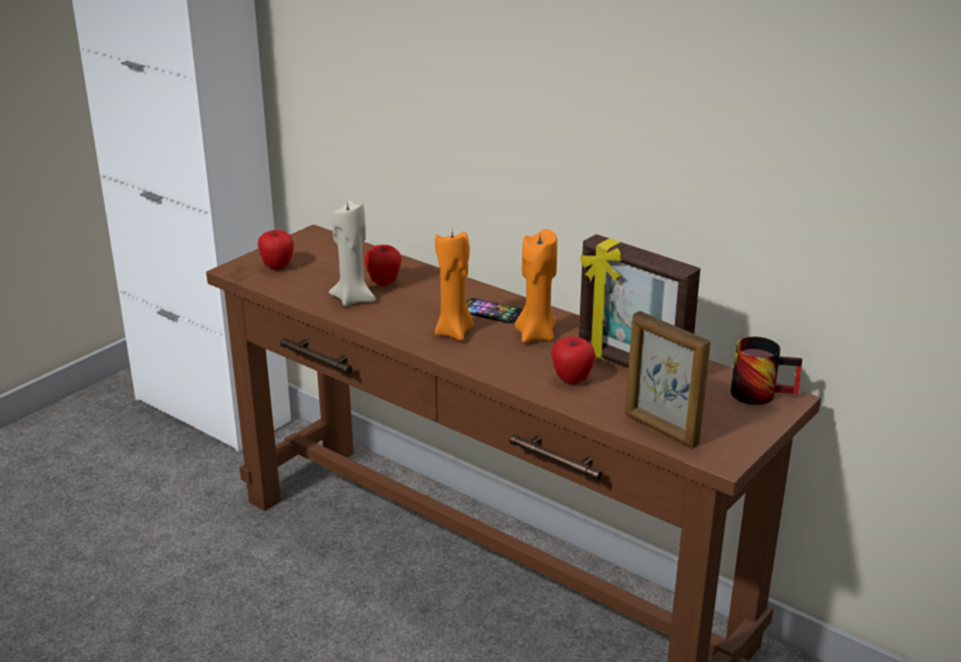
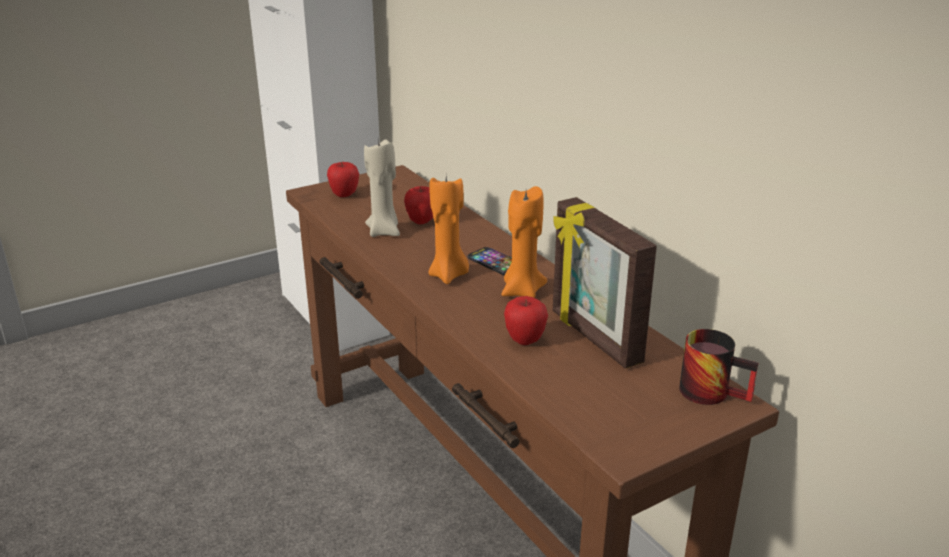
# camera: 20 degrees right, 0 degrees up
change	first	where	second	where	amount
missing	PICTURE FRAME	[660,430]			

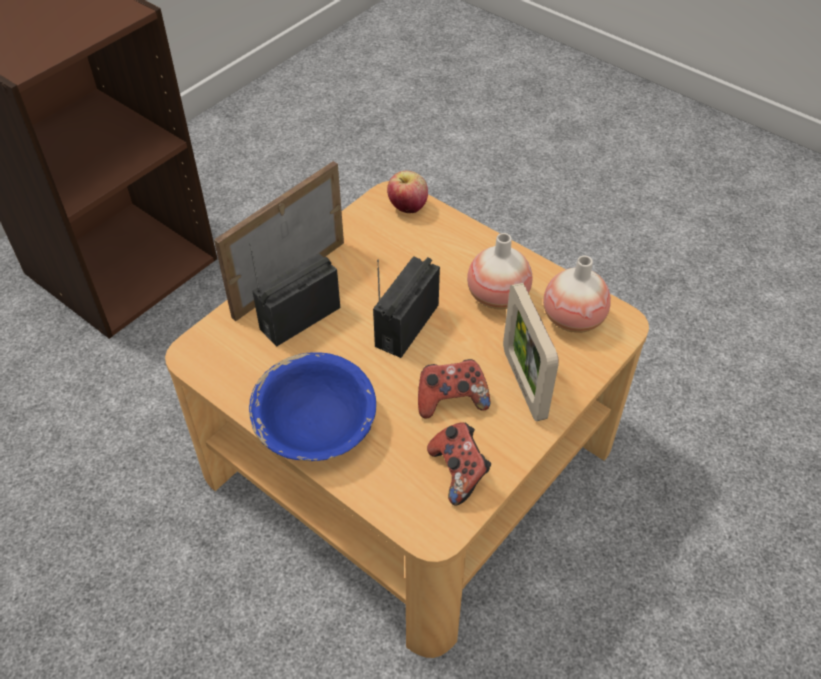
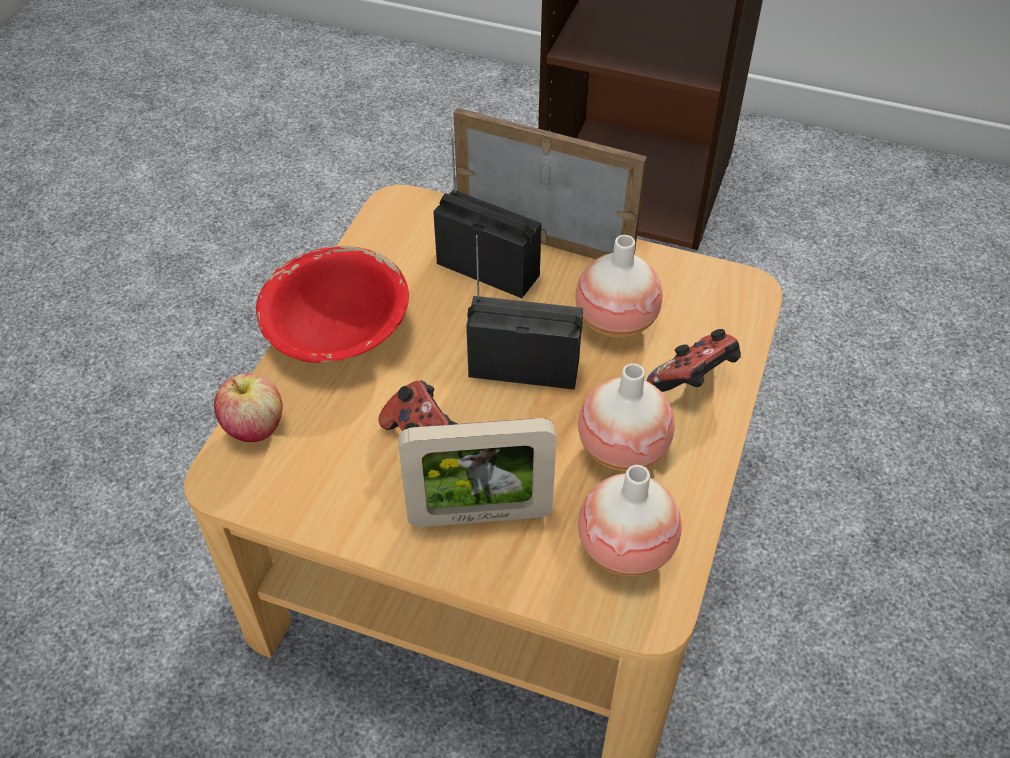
# camera: 70 degrees right, 0 degrees up
change	first	where	second	where	amount
relocated	APPLE	[407,207]		[254,428]	
colour	BLUE BOWL	[316,425]	RED BOWL	[337,331]	
spun	PICTURE FRAME	[523,384]		[479,515]	150 degrees counterclockwise
appeared			VASE	[615,321]	
relocated	GAME CONTROLLER	[459,472]		[694,381]	

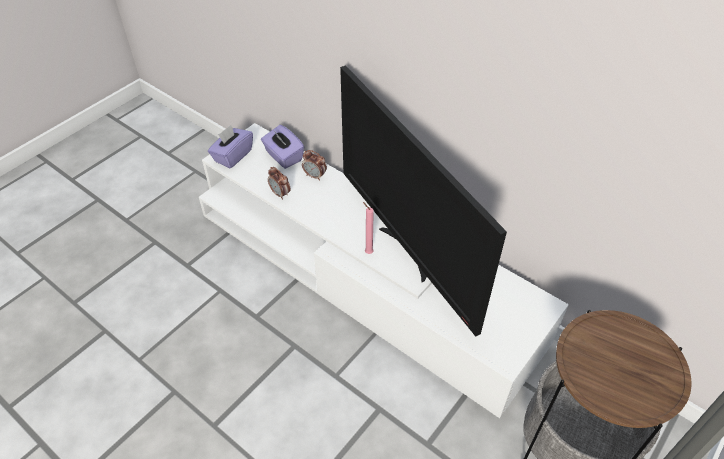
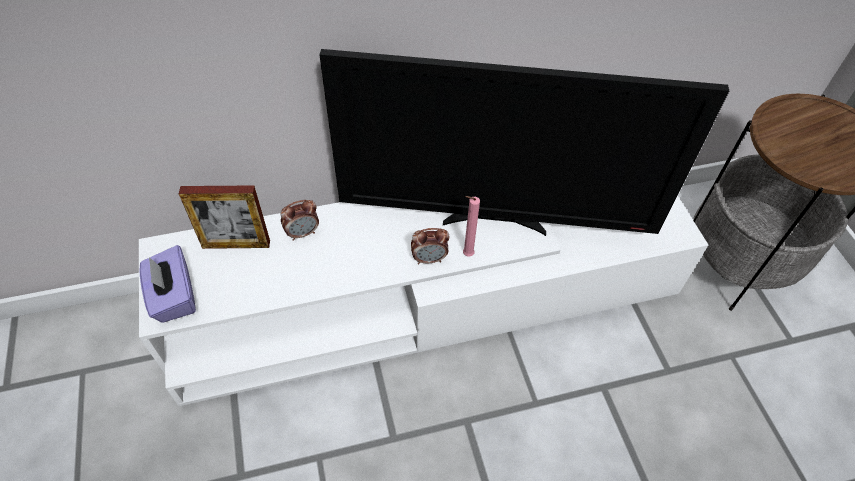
# camera: 55 degrees left, 5 degrees up
change	first	where	second	where	amount
exchanged	PURPLE TISSUE BOX	[283,156]	PICTURE FRAME	[236,244]	
relocated	ALARM CLOCK	[280,194]		[429,259]	

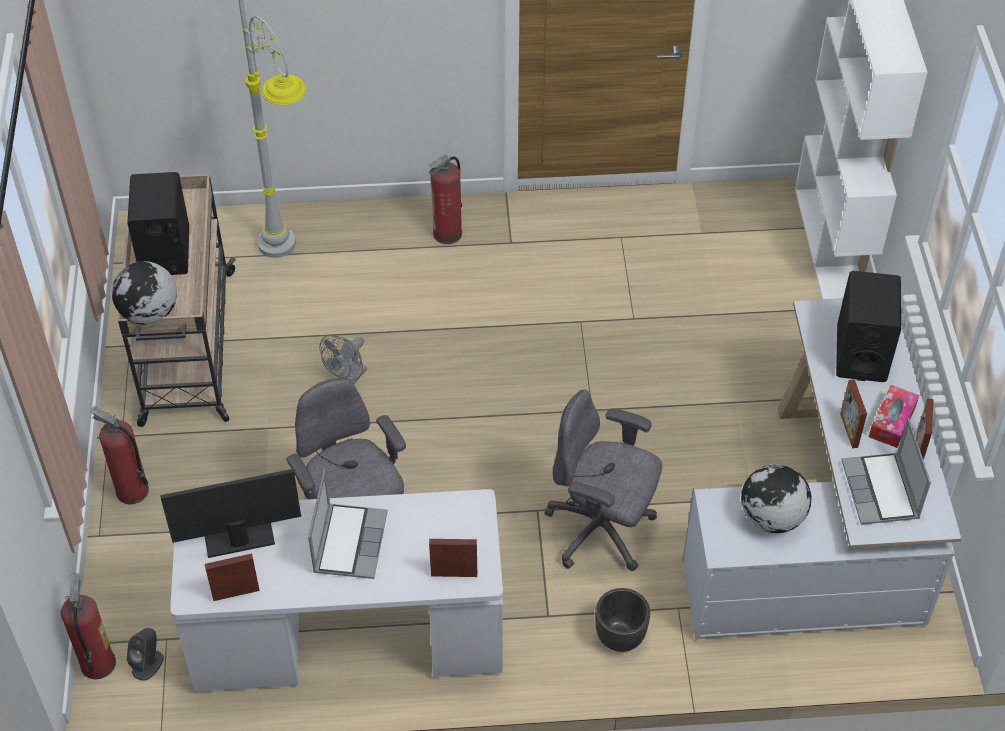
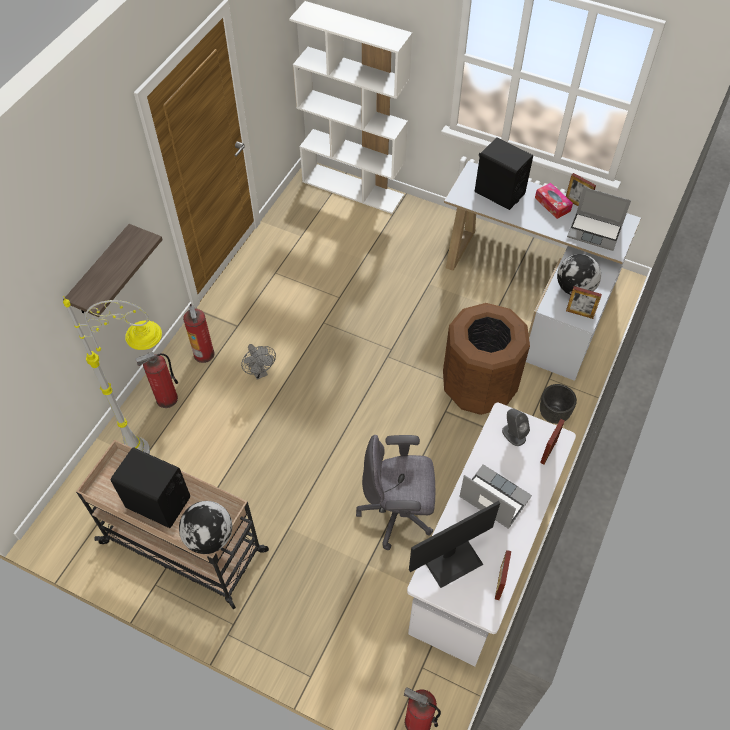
# camera: 60 degrees left, 5 degrees up
change	first	where	second	where	amount
appeared			SHELF	[101,272]	
relocated	FIRE EXTINGUISHER	[131,491]		[167,399]	
relocated	GREY FAN	[348,380]		[260,372]	
spun	MONITOR	[238,536]		[453,561]	135 degrees counterclockwise
exchanged	GREY OFFICE CHAIR	[601,530]	BROWN TRASH CAN	[478,387]	
relocated	GREY SPEAKER	[148,664]		[513,434]	
relocated	PICTURE FRAME	[849,430]		[579,313]	

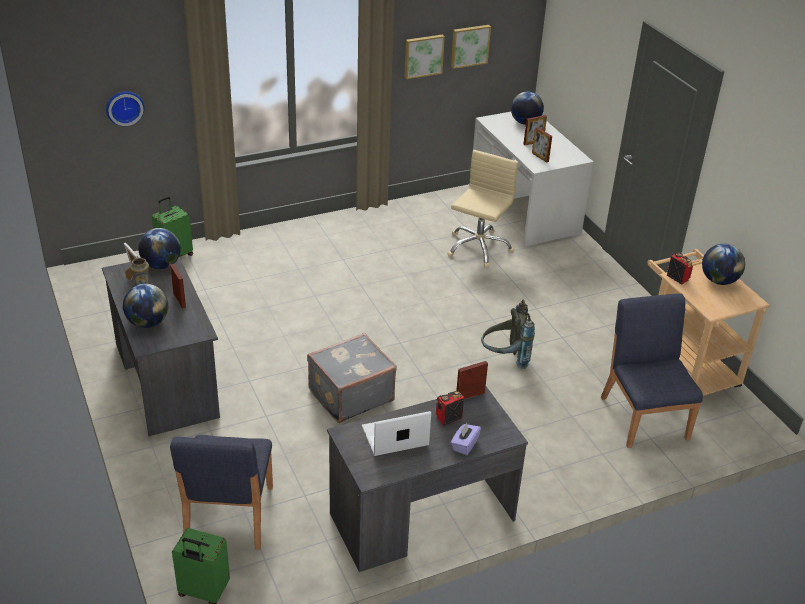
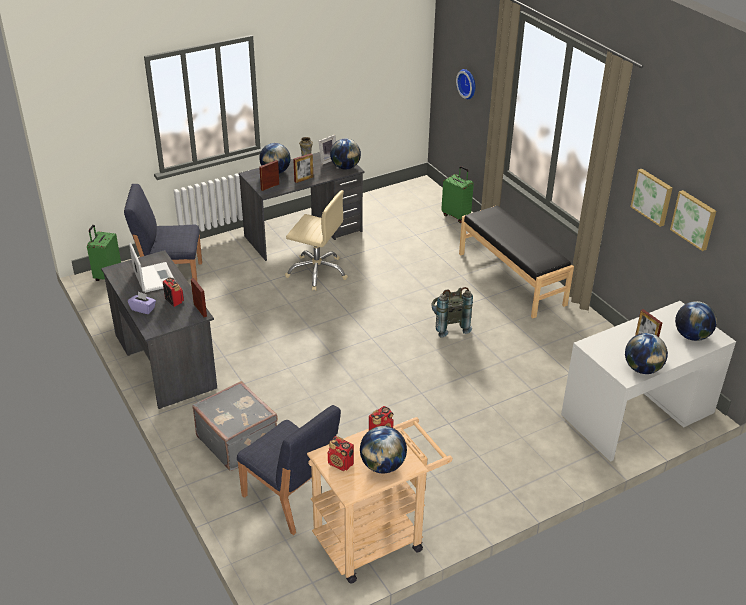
# camera: 85 degrees right, 0 degrees up
change	first	where	second	where	amount
relocated	GREY SUITCASE	[350,395]		[238,441]	
spun	BLUE CHAIR	[644,417]		[291,497]	60 degrees clockwise
relocated	PICTURE FRAME	[540,157]		[270,187]	
relocated	BEIGE OFFICE CHAIR	[478,248]		[317,272]	
appeared			RADIO	[341,464]	
relocated	GREY BACKPACK	[504,359]		[448,326]	
appeared			BLACK BENCH	[512,278]	
appeared			GLOBE	[642,369]	

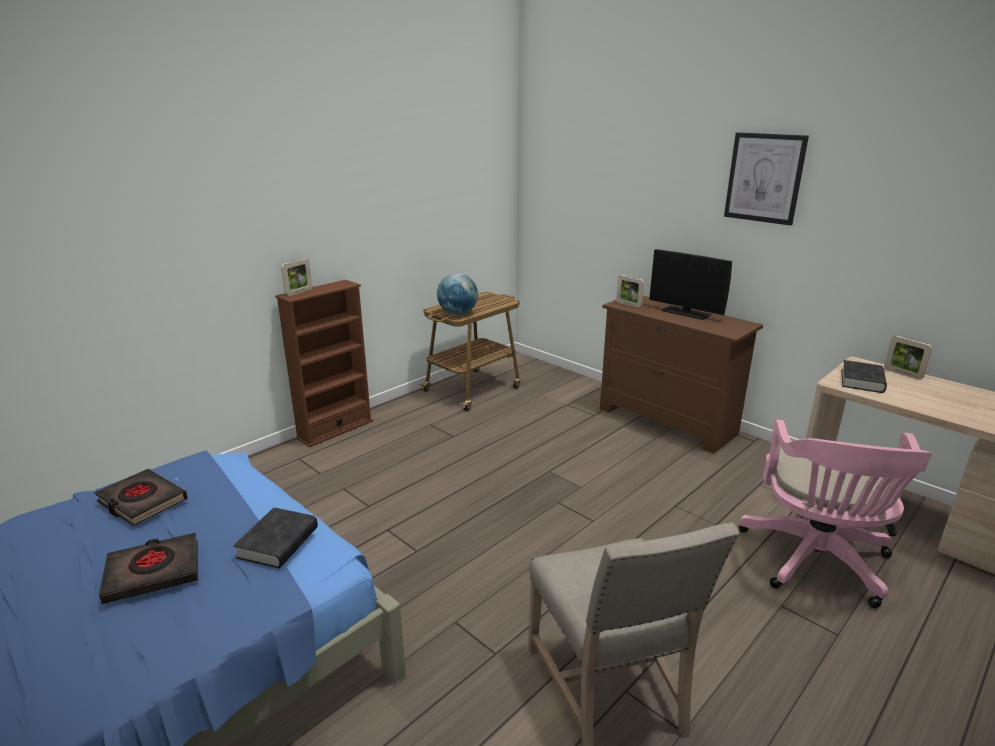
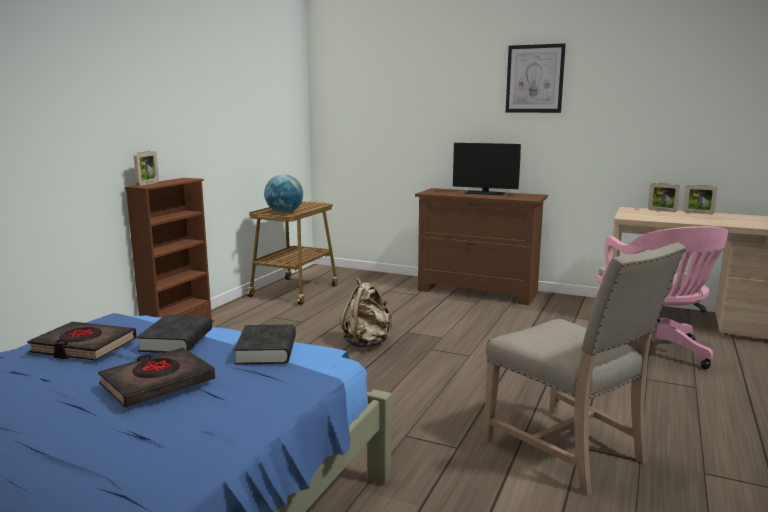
# camera: 20 degrees left, 10 degrees down
change	first	where	second	where	amount
relocated	BLACK BOOK	[862,381]		[177,340]	
appeared			BEIGE BACKPACK	[367,343]	
relocated	PICTURE FRAME	[628,305]		[698,213]	

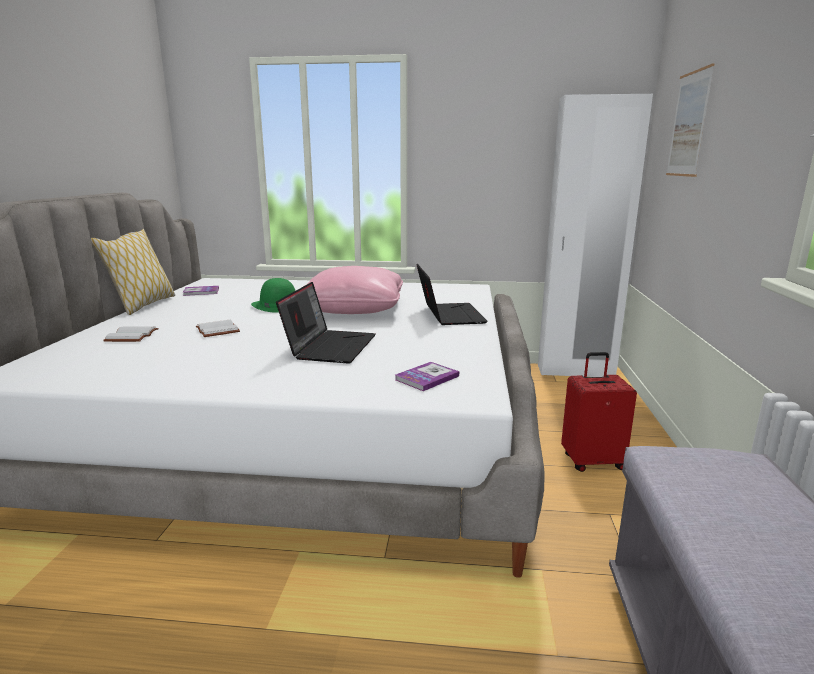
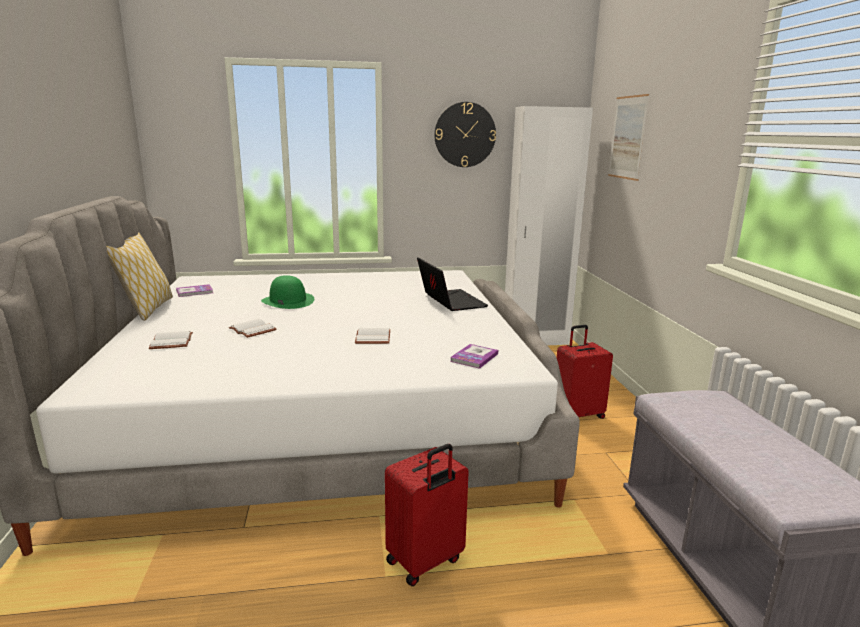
# camera: 15 degrees left, 0 degrees up
change	first	where	second	where	amount
exchanged	LAPTOP	[330,346]	WHITE BOOK	[372,337]	
appeared			RED SUITCASE	[425,562]	
appeared			WALL CLOCK	[465,135]	
missing	PINK PILLOW	[354,309]			

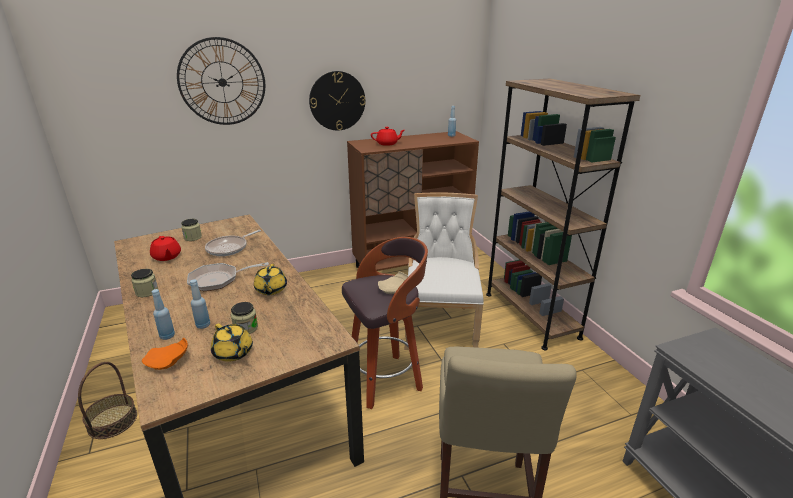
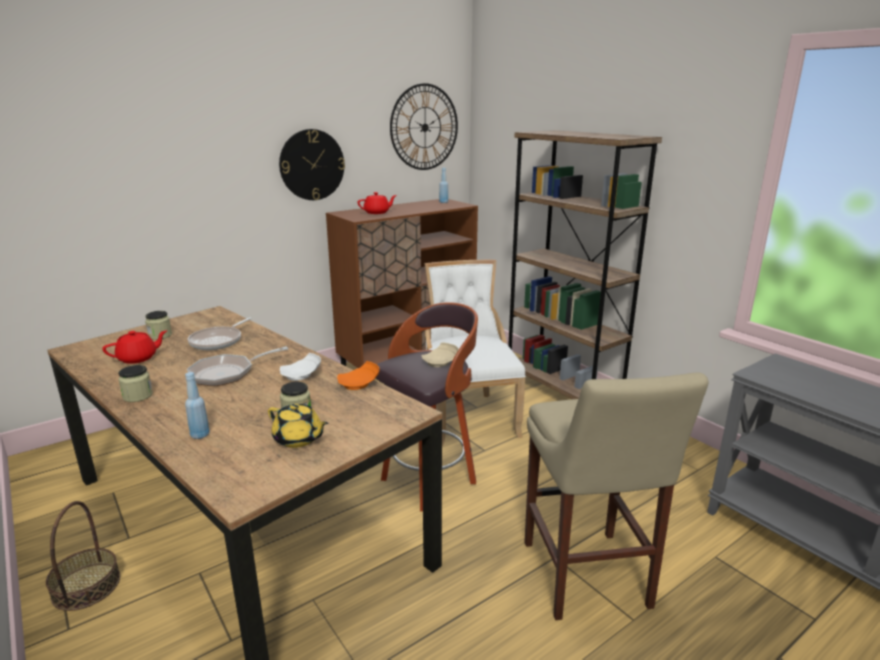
# camera: 15 degrees left, 5 degrees down
change	first	where	second	where	amount
spun	RED TEAPOT	[167,257]		[138,358]	75 degrees counterclockwise
exchanged	YELLOW TEAPOT	[271,290]	WHITE PLATE	[302,375]	
relocated	ORANGE PLATE	[168,362]		[359,384]	
relocated	WALL CLOCK	[222,82]		[424,127]	
missing	BLUE BOTTLE	[203,325]			

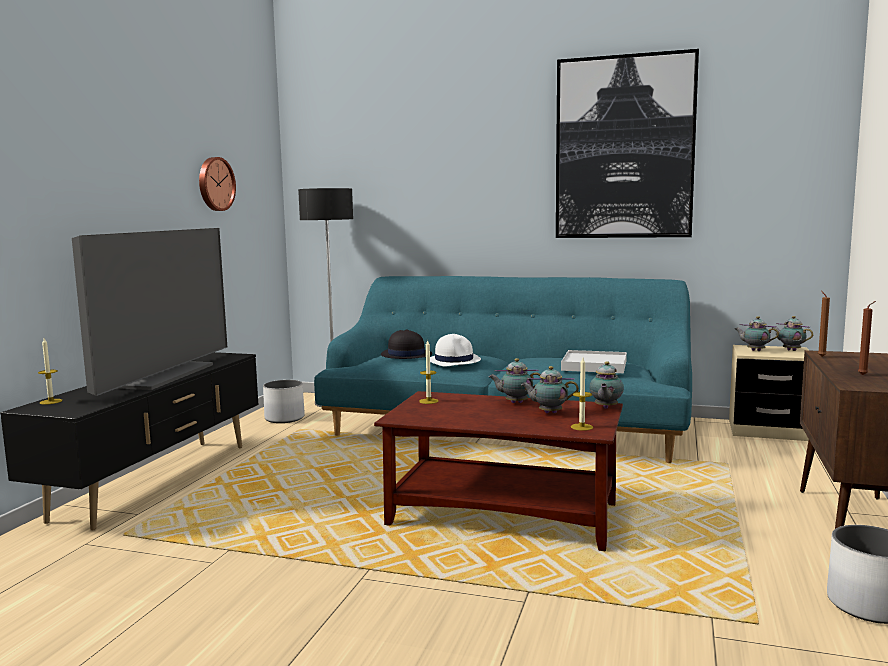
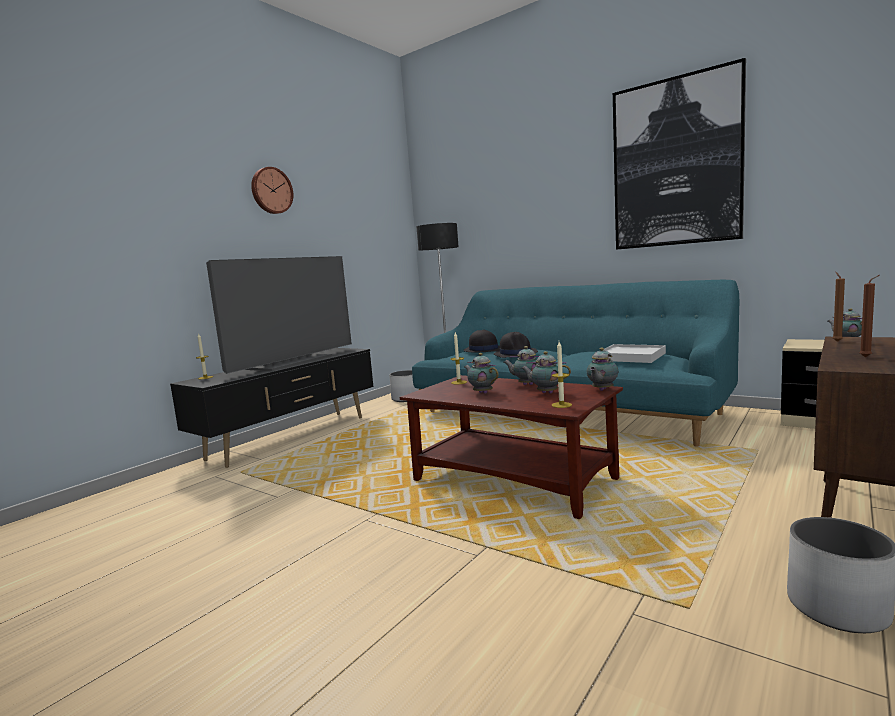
# camera: 20 degrees right, 0 degrees up
change	first	where	second	where	amount
relocated	WALL CLOCK	[215,184]		[271,191]	
relocated	TEAPOT	[754,350]		[482,392]	
colour	WHITE HAT	[454,360]	BLACK HAT	[515,353]	

